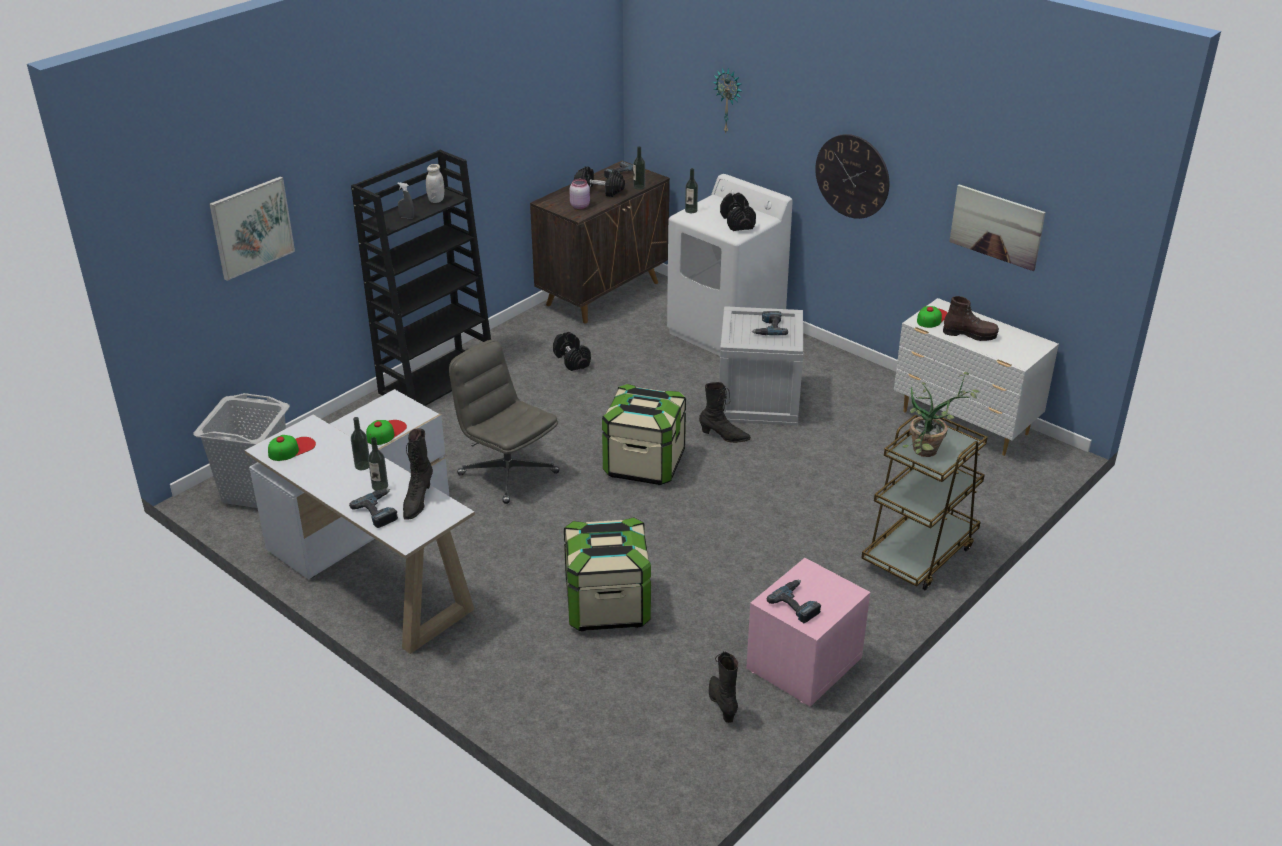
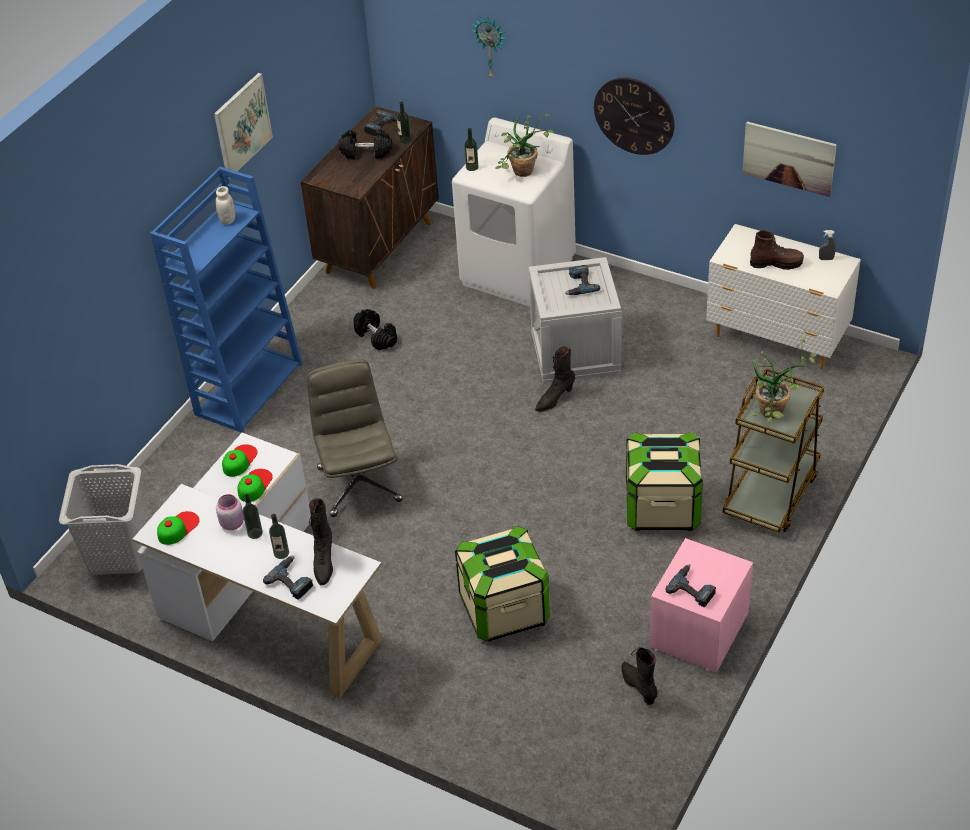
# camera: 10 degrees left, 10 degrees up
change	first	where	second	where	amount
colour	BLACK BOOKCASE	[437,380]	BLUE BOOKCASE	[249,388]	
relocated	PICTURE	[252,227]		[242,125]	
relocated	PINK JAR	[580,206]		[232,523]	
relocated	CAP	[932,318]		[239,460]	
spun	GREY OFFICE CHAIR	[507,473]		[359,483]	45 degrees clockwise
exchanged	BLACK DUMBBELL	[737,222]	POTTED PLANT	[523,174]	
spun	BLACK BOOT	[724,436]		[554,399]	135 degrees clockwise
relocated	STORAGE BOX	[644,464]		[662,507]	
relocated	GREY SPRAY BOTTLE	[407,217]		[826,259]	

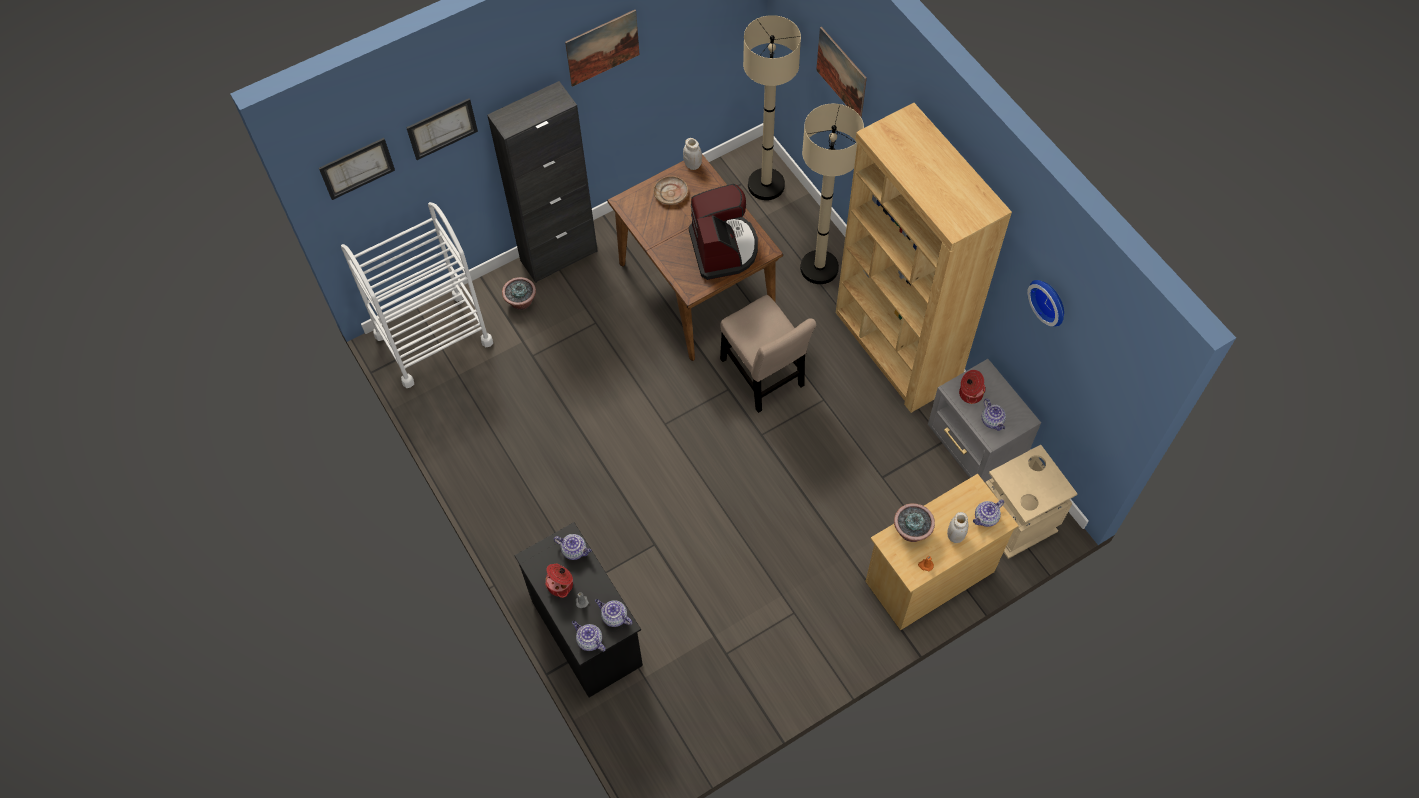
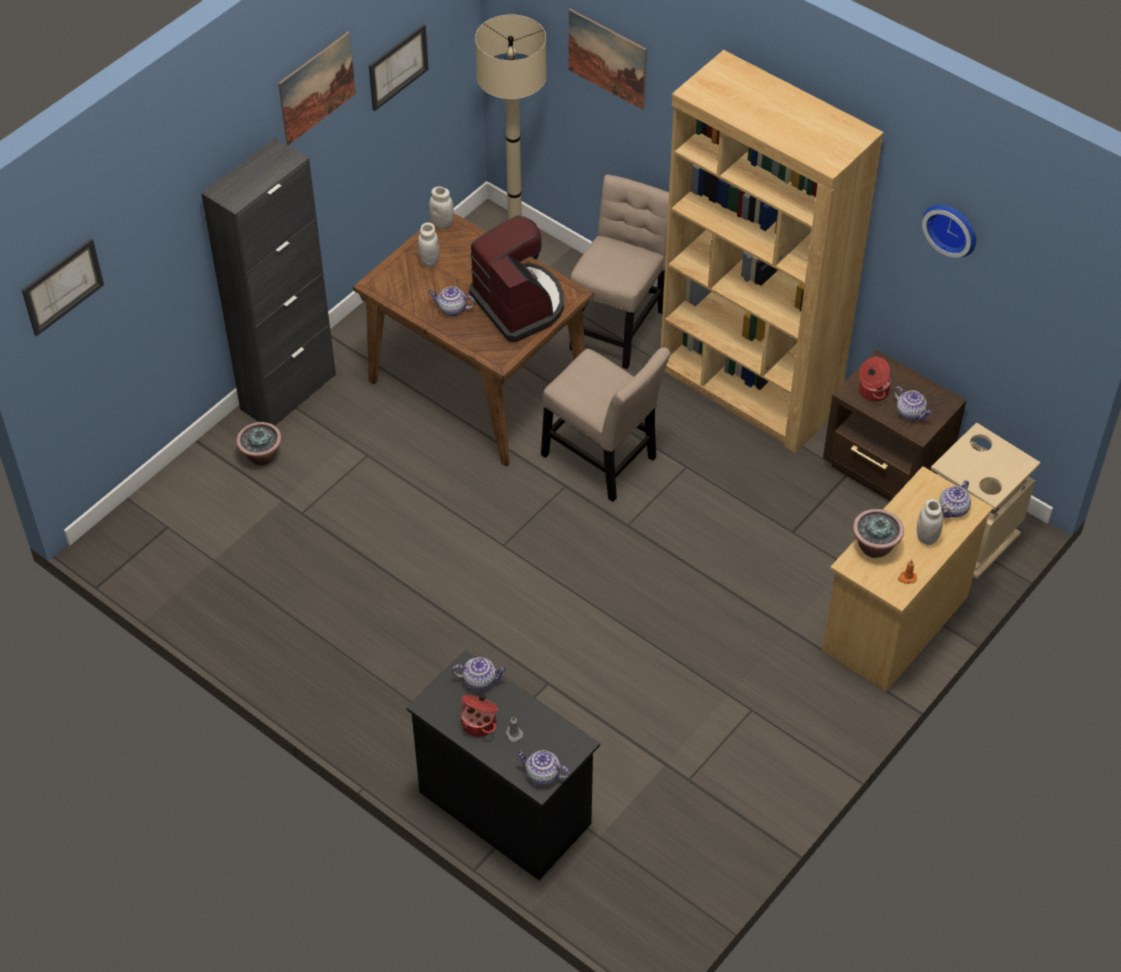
# camera: 20 degrees left, 10 degrees down
change	first	where	second	where	amount
relocated	PICTURE	[442,128]		[398,67]	
exchanged	BEIGE PLATE	[671,194]	WHITE JAR	[429,261]	
relocated	TEAPOT	[614,617]		[451,309]	
exchanged	BEIGE FLOOR LAMP	[819,268]	BEIGE CHAIR	[619,325]	
colour	GREY NIGHTSTAND	[974,447]	BROWN NIGHTSTAND	[886,470]	
missing	WHITE CART	[433,339]			

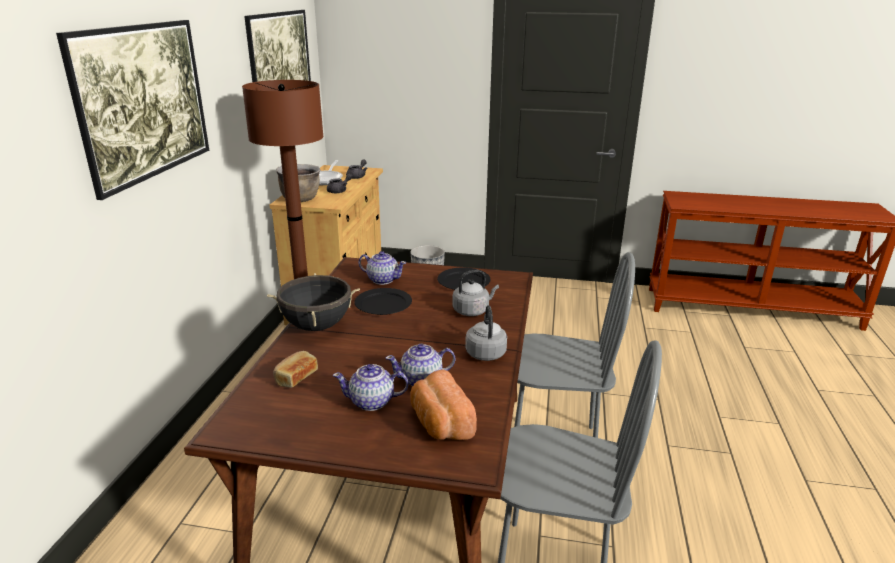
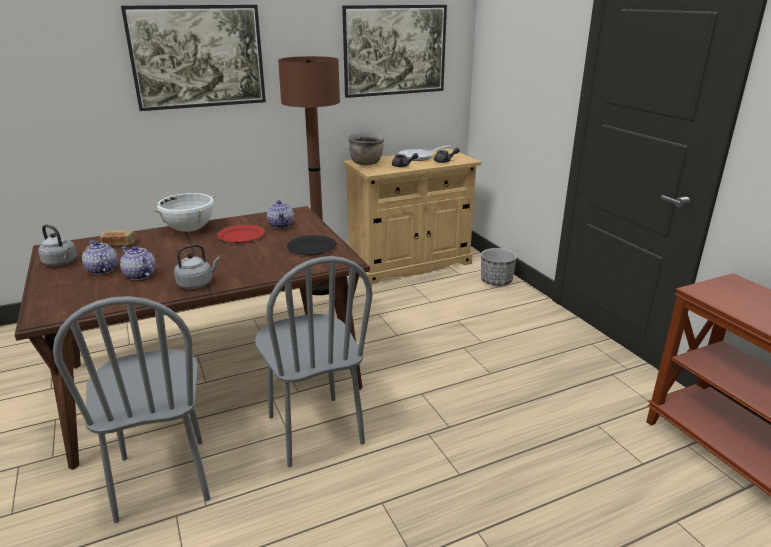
# camera: 55 degrees right, 0 degrees up
change	first	where	second	where	amount
relocated	GREY KETTLE	[472,310]		[61,263]	
colour	BLACK COOKING POT	[317,326]	WHITE COOKING POT	[189,230]	
colour	BLACK PLATE	[384,304]	RED PLATE	[241,236]	
missing	BREAD	[439,423]			

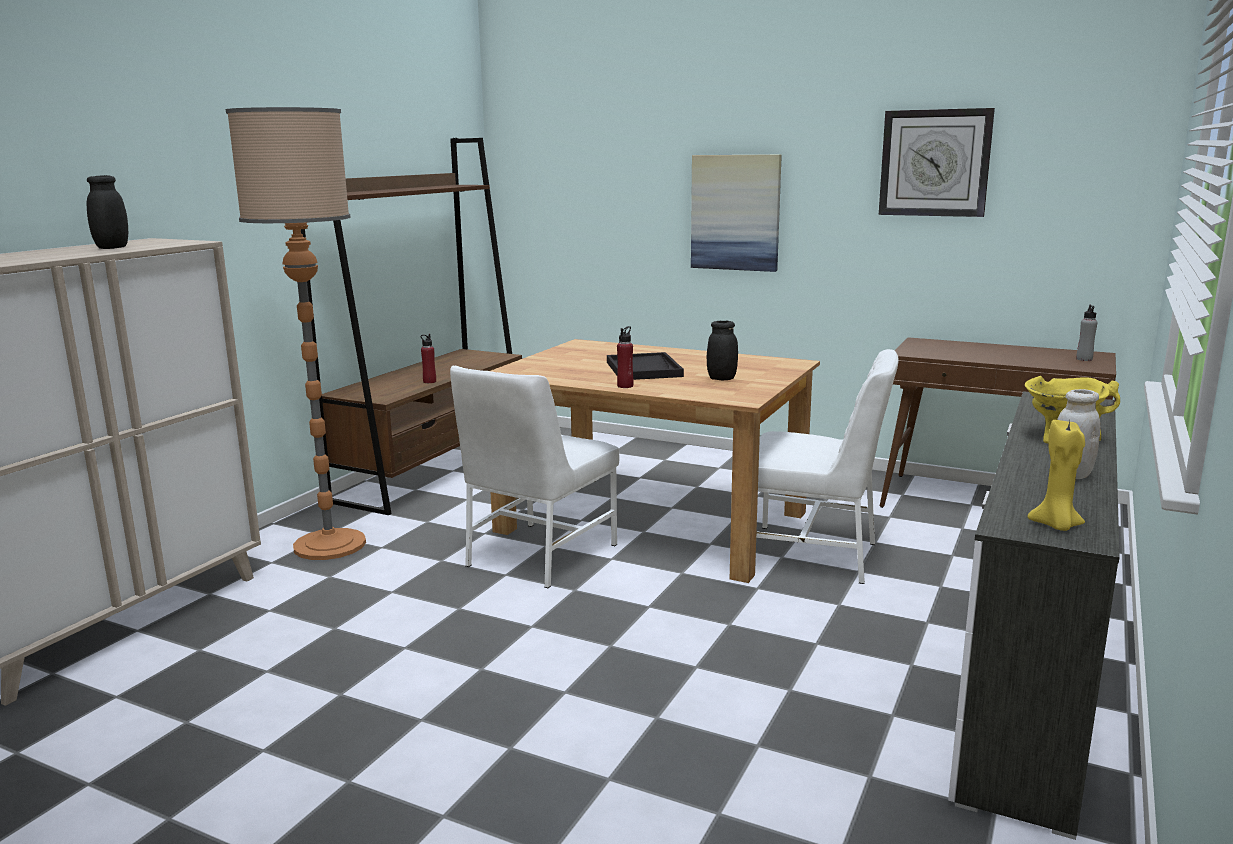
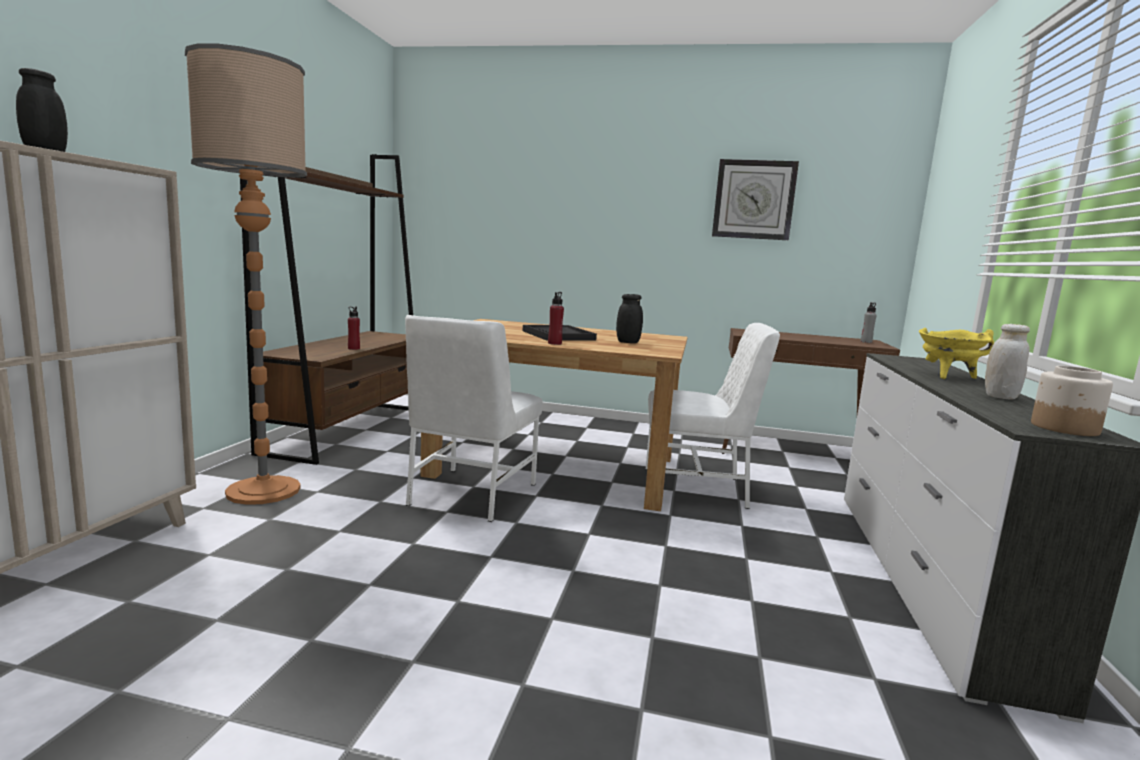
# camera: 15 degrees left, 5 degrees down
change	first	where	second	where	amount
exchanged	YELLOW CANDLE	[1056,526]	JAR	[1063,428]	
missing	PICTURE	[735,212]			

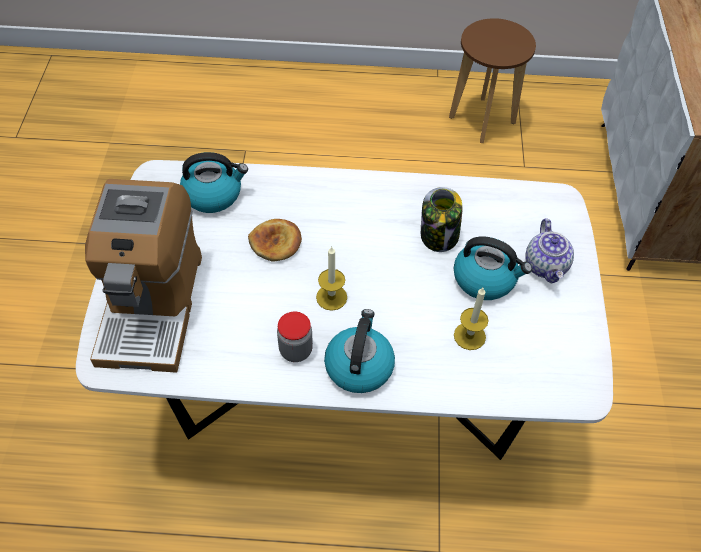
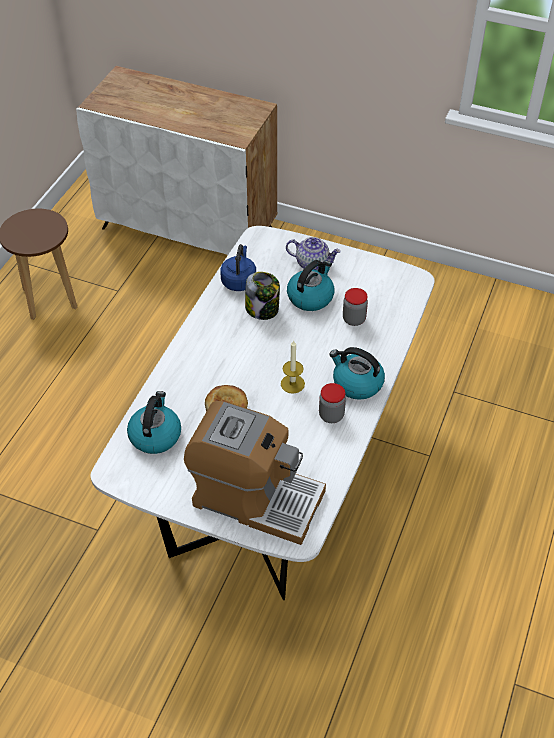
# camera: 70 degrees left, 5 degrees down
change	first	where	second	where	amount
appeared			BLUE KETTLE	[239,280]	
exchanged	CANDLE	[469,336]	JAR	[354,319]	

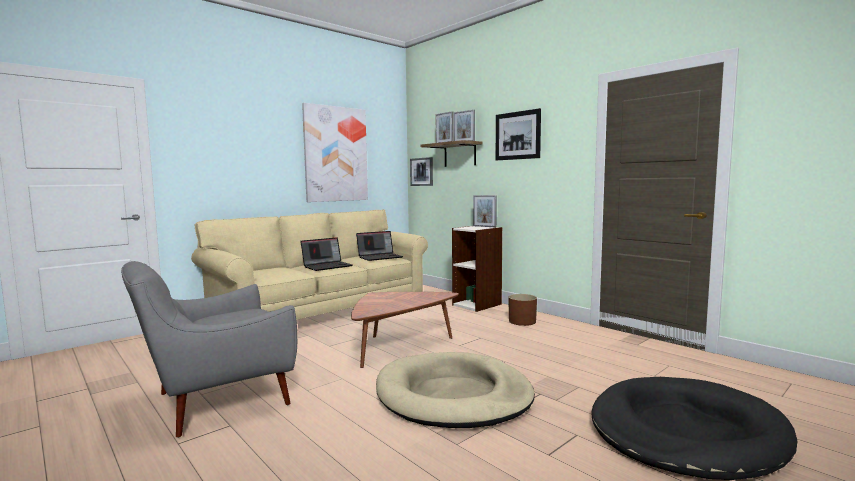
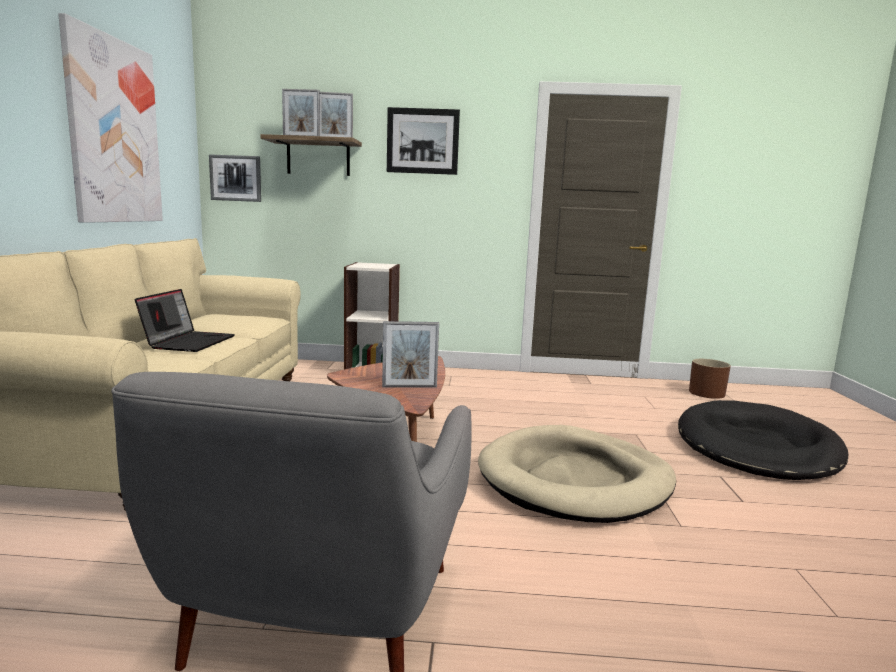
# camera: 45 degrees left, 5 degrees up
change	first	where	second	where	amount
relocated	PICTURE FRAME	[484,226]		[409,387]	
relocated	BROWN PLANTER	[522,321]		[707,393]	
missing	LAPTOP	[380,257]			

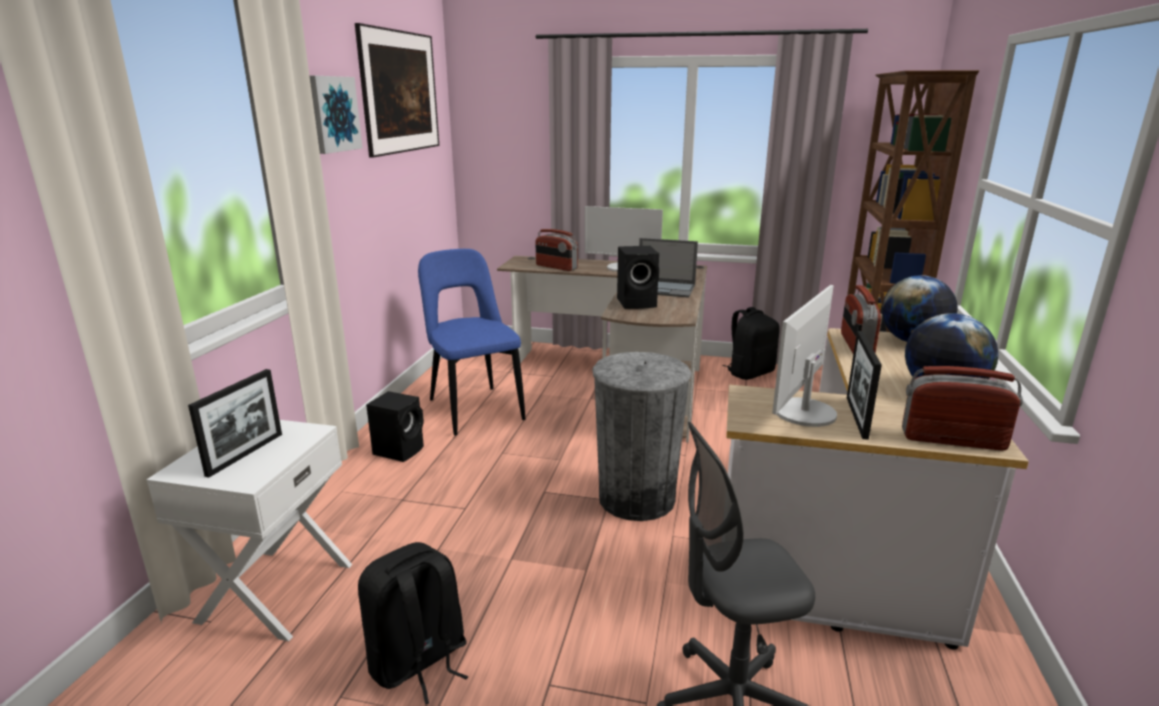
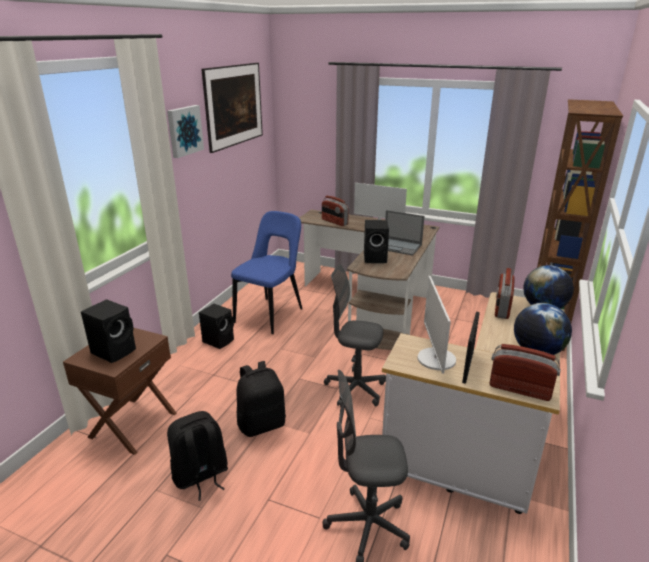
# camera: 10 degrees right, 5 degrees up
change	first	where	second	where	amount
colour	WHITE NIGHTSTAND	[275,591]	BROWN NIGHTSTAND	[132,424]	
exchanged	PICTURE FRAME	[245,454]	BLACK SPEAKER	[115,350]	
spun	BLUE CHAIR	[474,408]		[271,314]	45 degrees clockwise
relocated	BLACK BACKPACK	[750,373]		[262,424]	
exchanged	GREY TRASH CAN	[636,498]	GREY OFFICE CHAIR	[355,389]	
spun	MONITOR	[803,412]		[435,359]	45 degrees counterclockwise

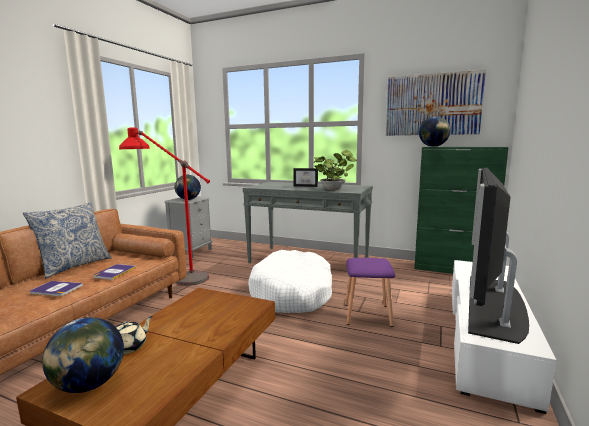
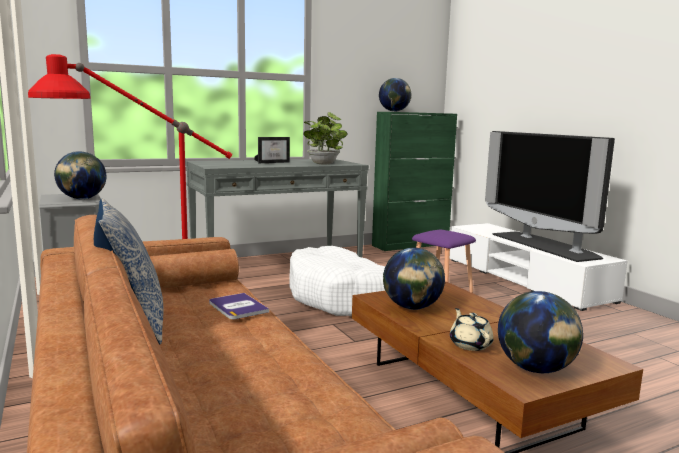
# camera: 50 degrees left, 0 degrees up
change	first	where	second	where	amount
appeared			GLOBE	[412,308]	
missing	BOOK	[56,289]			
missing	PICTURE	[432,105]			

